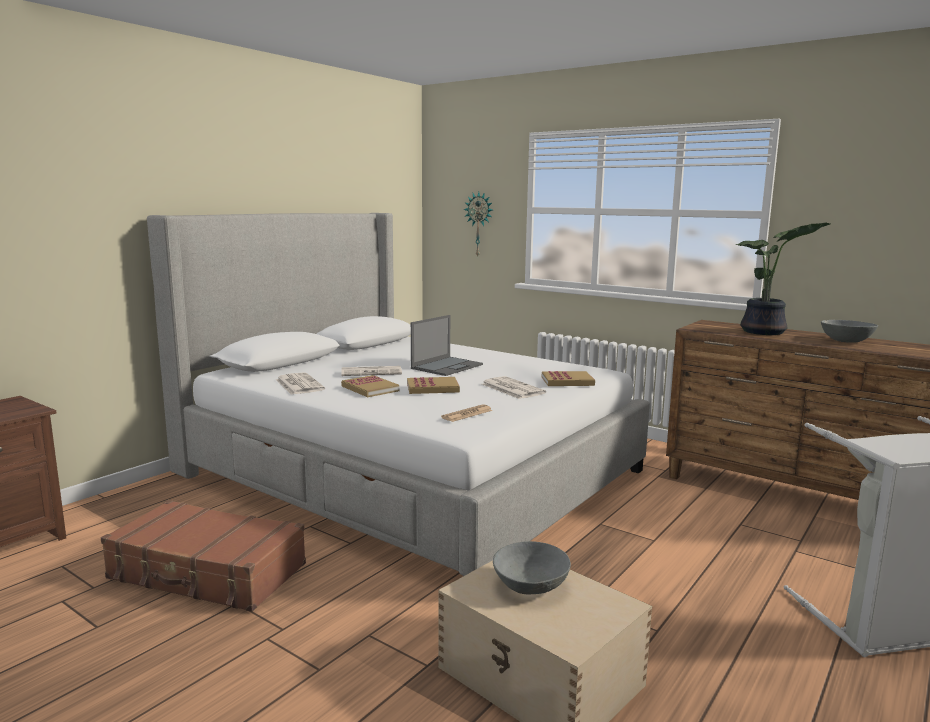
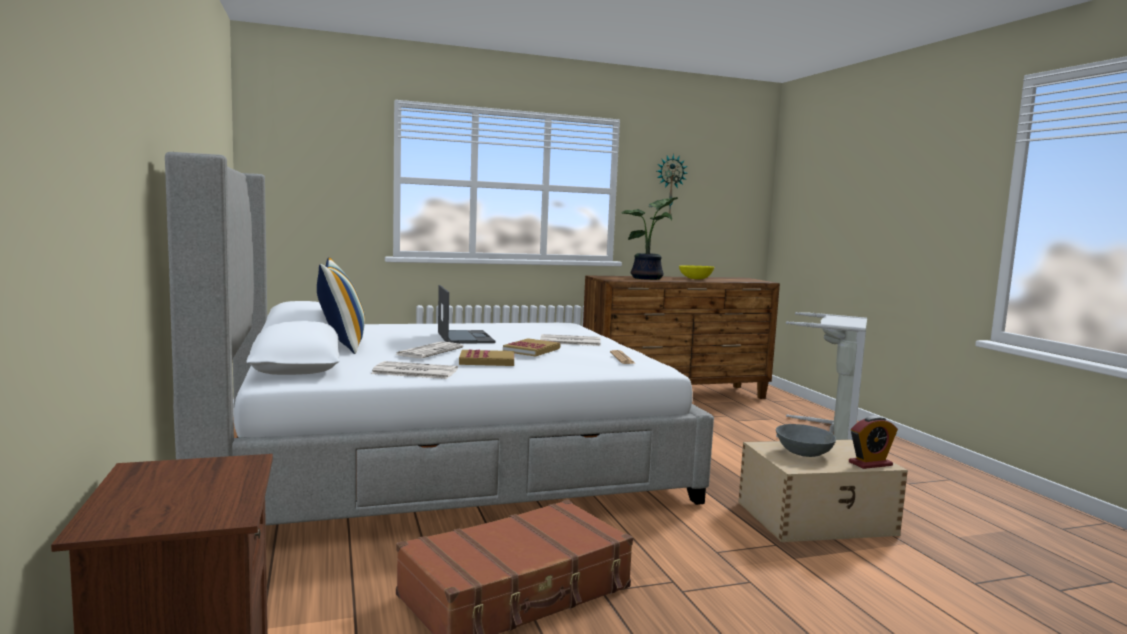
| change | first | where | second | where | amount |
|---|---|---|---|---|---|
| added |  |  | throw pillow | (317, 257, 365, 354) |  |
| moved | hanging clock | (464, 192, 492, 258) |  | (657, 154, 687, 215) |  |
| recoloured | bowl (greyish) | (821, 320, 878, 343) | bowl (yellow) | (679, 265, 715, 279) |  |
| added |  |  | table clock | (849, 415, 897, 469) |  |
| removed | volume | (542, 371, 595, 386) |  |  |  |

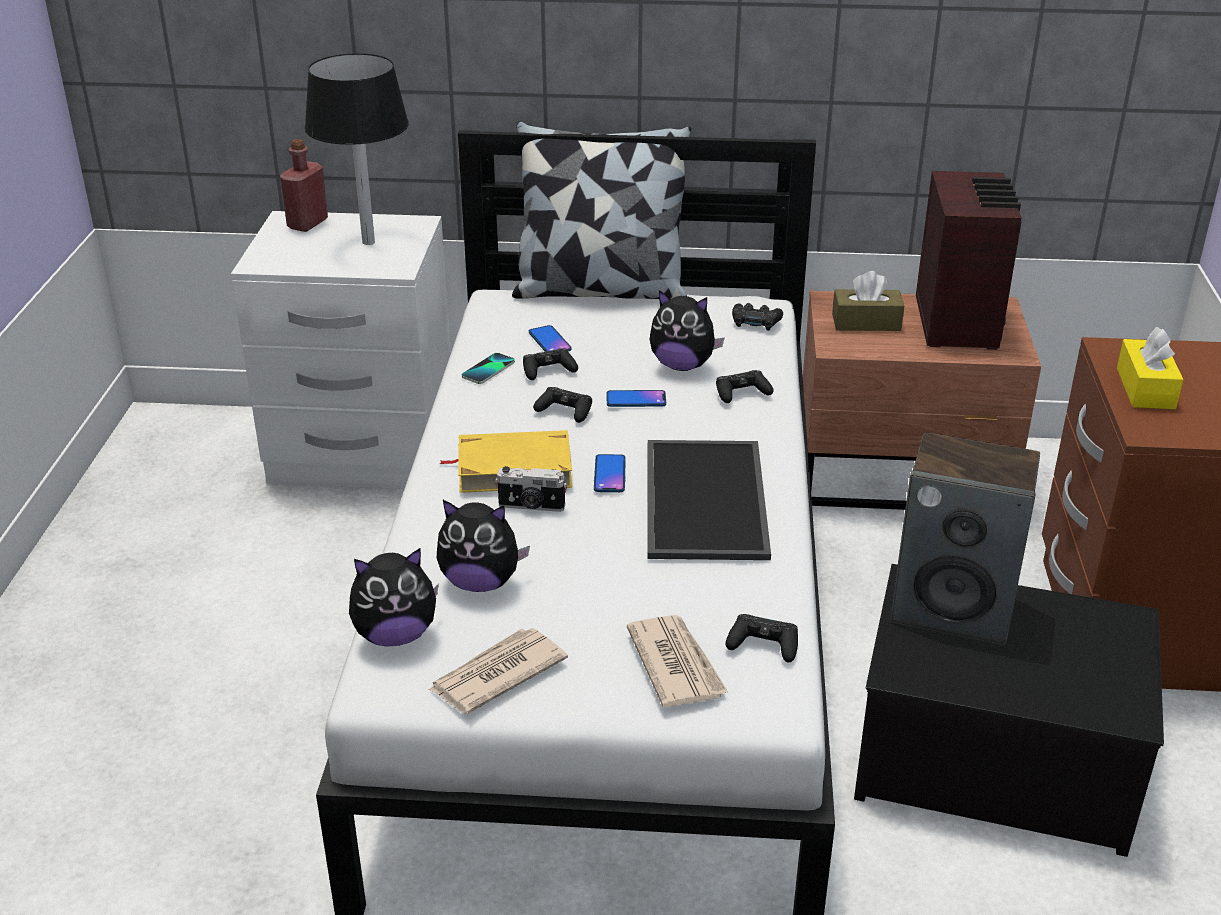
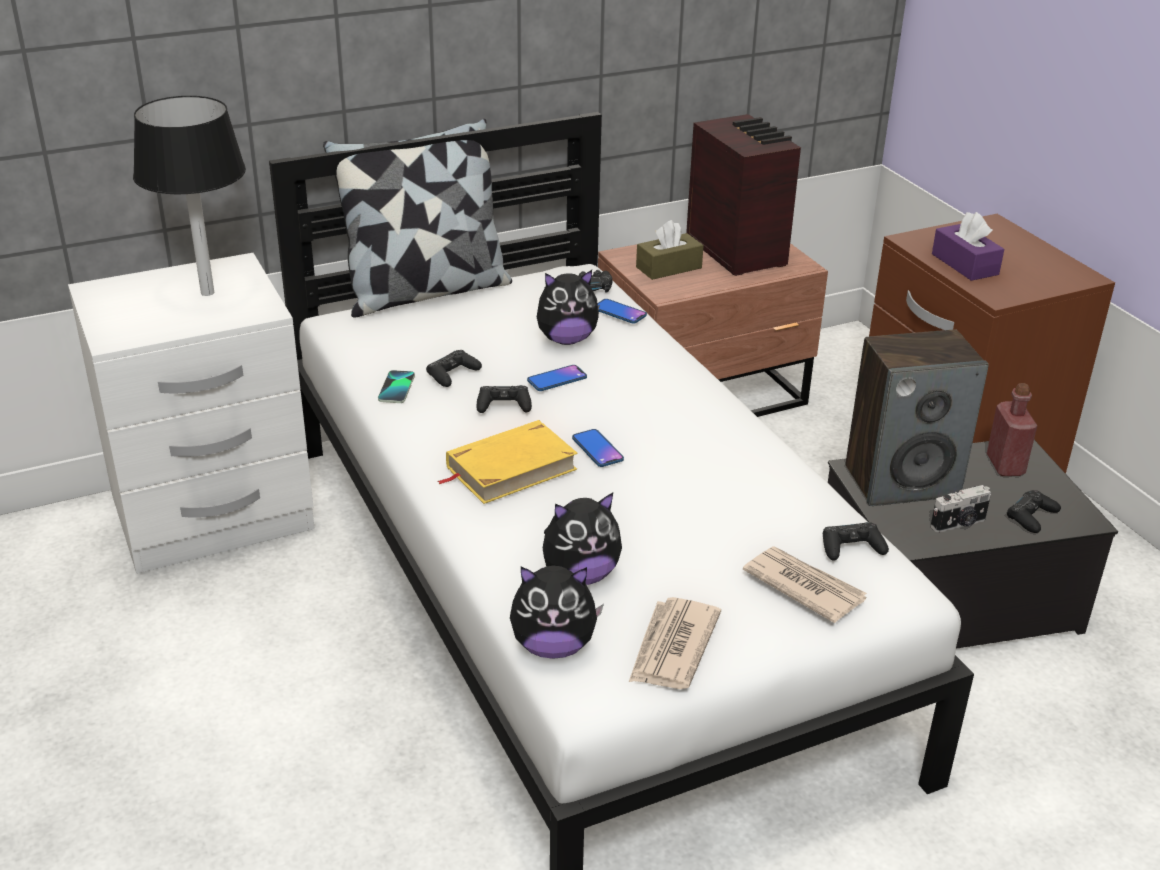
| change | first | where | second | where | amount |
|---|---|---|---|---|---|
| turned | plush toy | (349, 548, 439, 647) |  | (510, 566, 604, 659) | 45 degrees clockwise |
| moved | handset | (529, 325, 572, 352) |  | (598, 299, 647, 324) |  |
| moved | still camera | (495, 466, 567, 512) |  | (930, 485, 991, 533) |  |
| recoloured | tissue box (yellow) | (1117, 327, 1183, 409) | tissue box (purplish) | (932, 212, 1004, 281) |  |
| moved | beverage bottle (reddish) | (280, 139, 328, 232) |  | (987, 383, 1037, 476) |  |
| moved | gamepad (blackish) | (716, 370, 774, 403) |  | (1007, 490, 1061, 533) |  |
| removed | tray | (647, 440, 771, 560) |  |  |  |

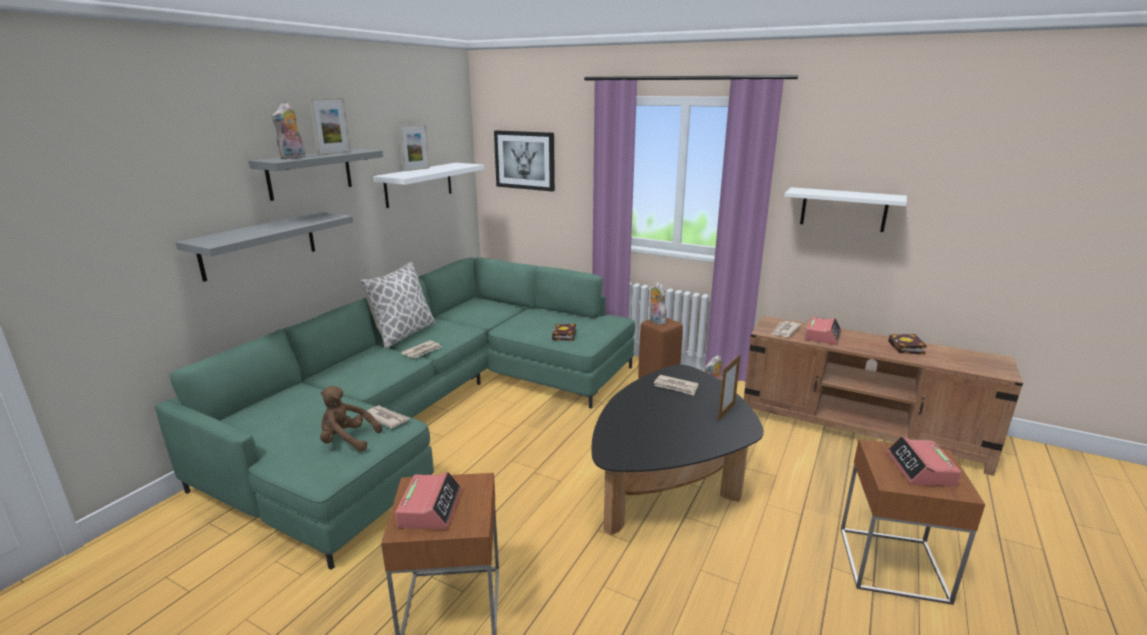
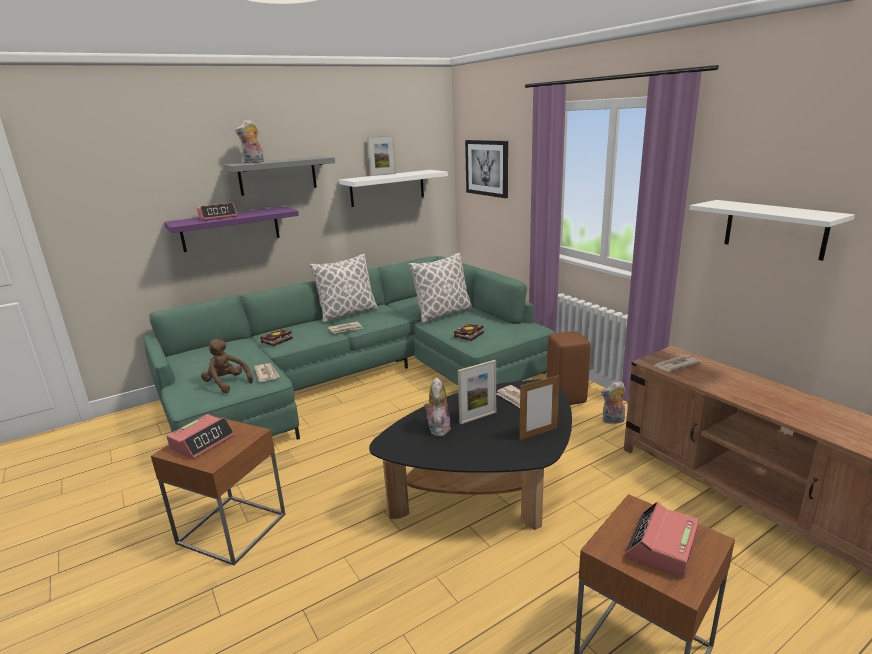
| change | first | where | second | where | amount |
|---|---|---|---|---|---|
| recoloured | shelf (greyish) | (175, 212, 353, 282) | shelf (purplish) | (164, 206, 299, 252) |  |
| moved | table clock | (804, 317, 841, 345) |  | (197, 203, 237, 220) |  |
| moved | volume | (888, 334, 927, 355) |  | (260, 329, 293, 347) |  |
| added |  |  | throw pillow | (408, 253, 473, 324) |  |
| moved | plush toy | (649, 282, 667, 325) |  | (424, 377, 451, 437) |  |
| moved | photo frame | (309, 98, 351, 155) |  | (458, 360, 496, 424) |  |

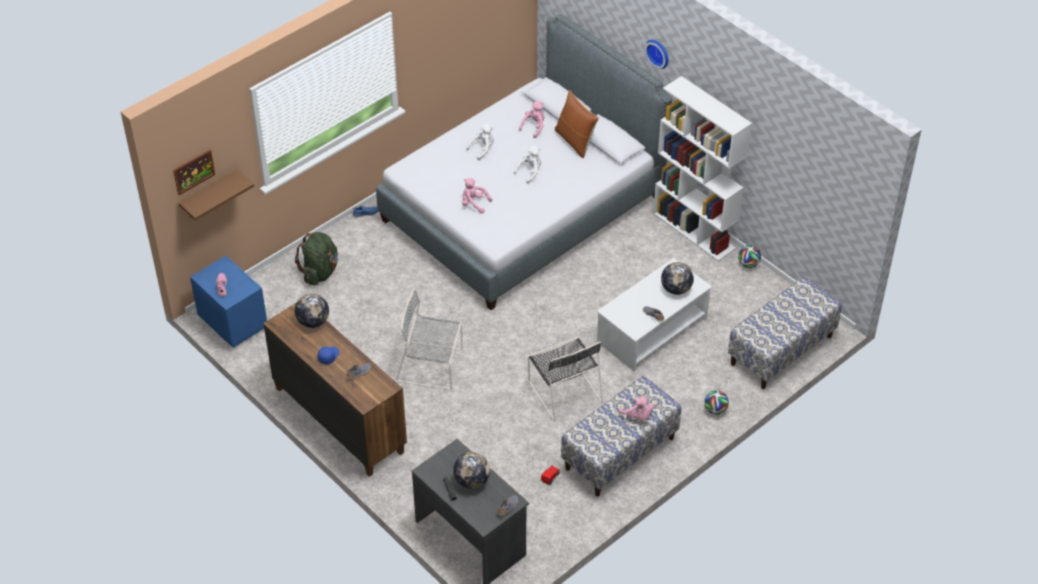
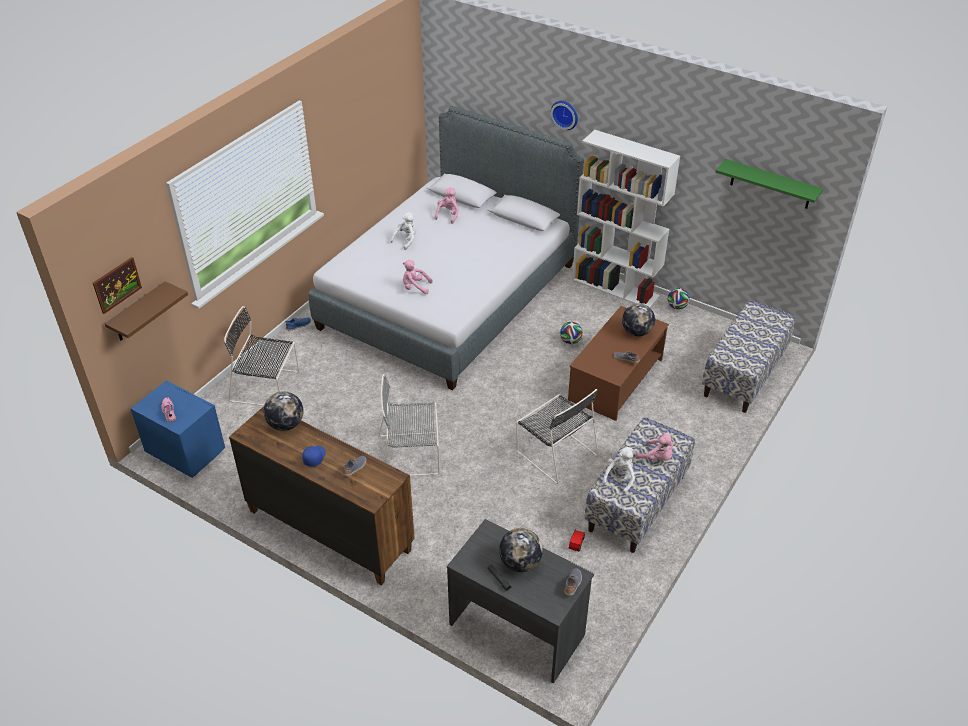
| change | first | where | second | where | amount |
|---|---|---|---|---|---|
| replaced | rucksack (green) | (295, 232, 338, 285) | plain chair (blackish) | (224, 306, 299, 406) |  |
| moved | football ball | (704, 390, 729, 415) |  | (560, 322, 583, 344) |  |
| recoloured | low table (whitish) | (597, 258, 712, 372) | low table (brown-coloured) | (568, 306, 669, 421) |  |
| moved | plush toy (whitish) | (514, 146, 541, 184) |  | (602, 447, 635, 494) |  |
| added |  |  | shelf (green) | (715, 159, 823, 209) |  |
| removed | throw pillow (brown-coloured) | (555, 90, 599, 158) |  |  |  |

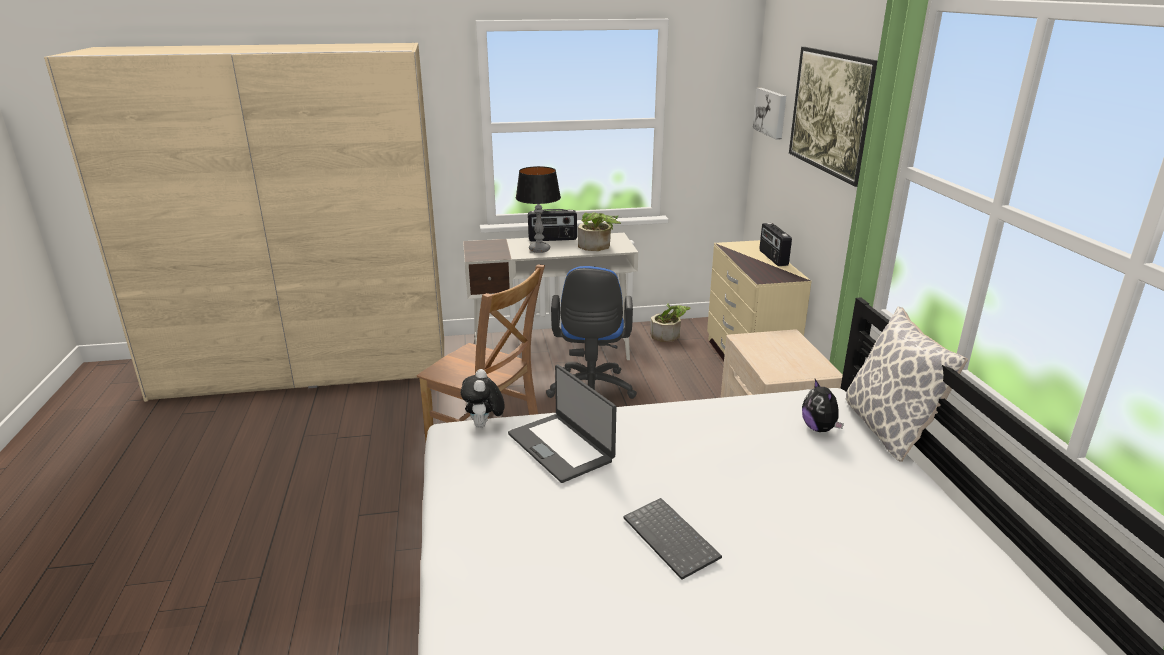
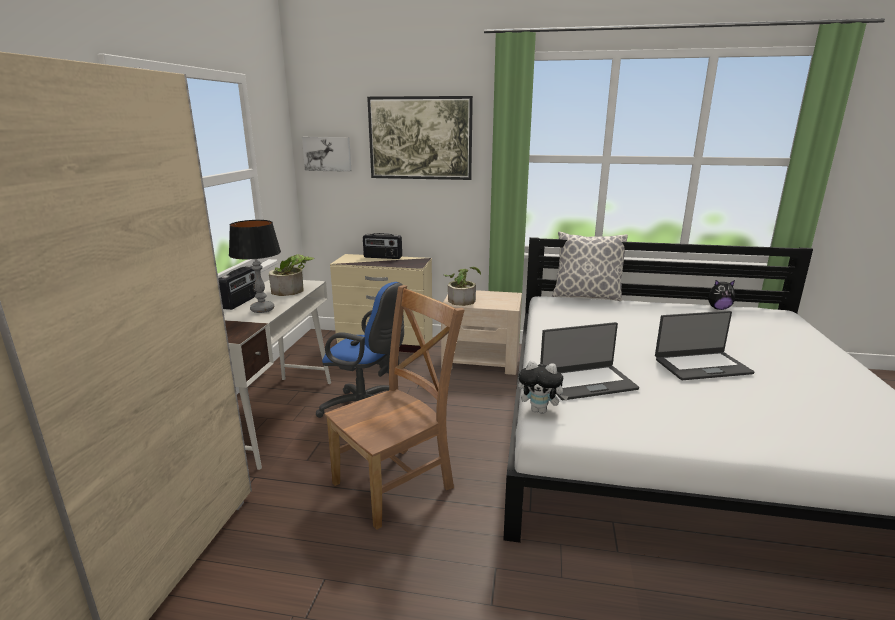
| change | first | where | second | where | amount |
|---|---|---|---|---|---|
| moved | potted plant | (650, 303, 690, 342) |  | (444, 267, 481, 306) |  |
| replaced | PC keyboard | (623, 498, 722, 580) | notebook computer | (655, 311, 754, 380) |  |
| moved | plush toy | (802, 379, 844, 432) |  | (708, 280, 735, 310) |  |

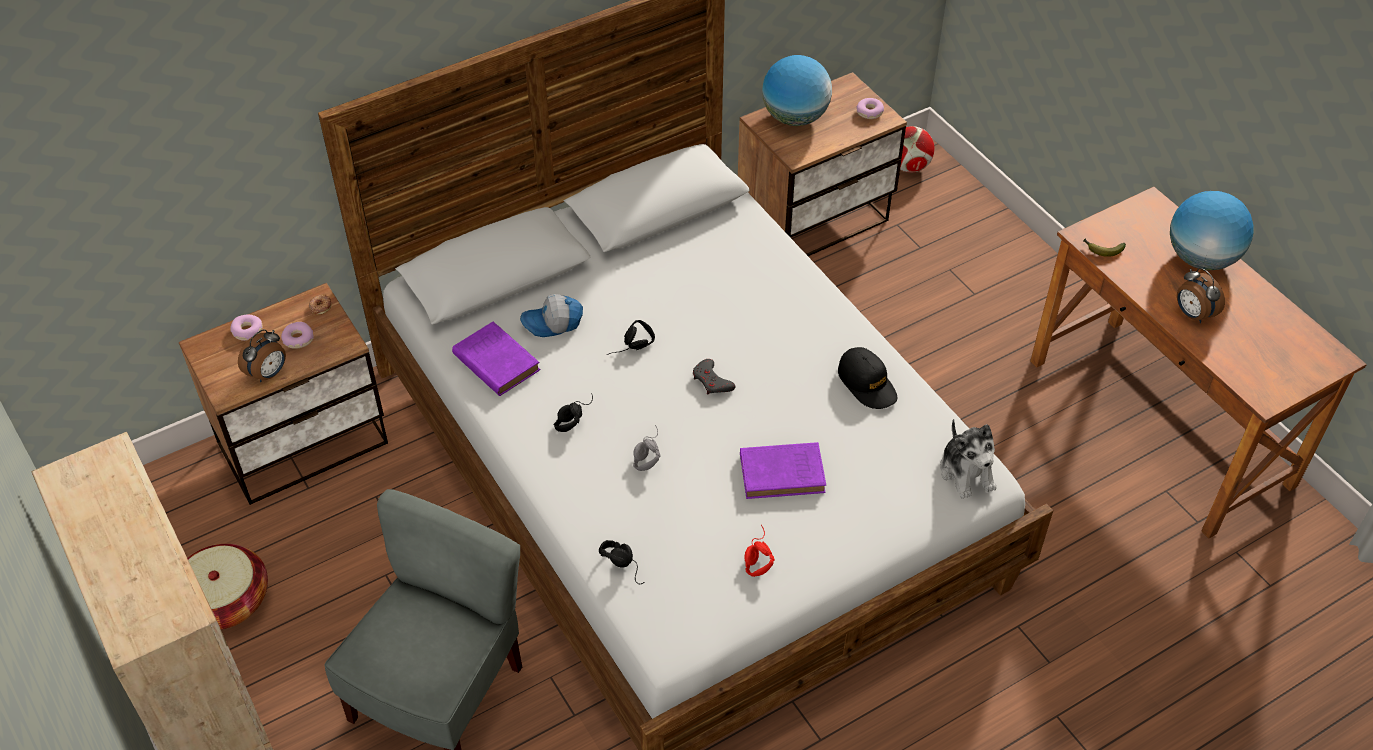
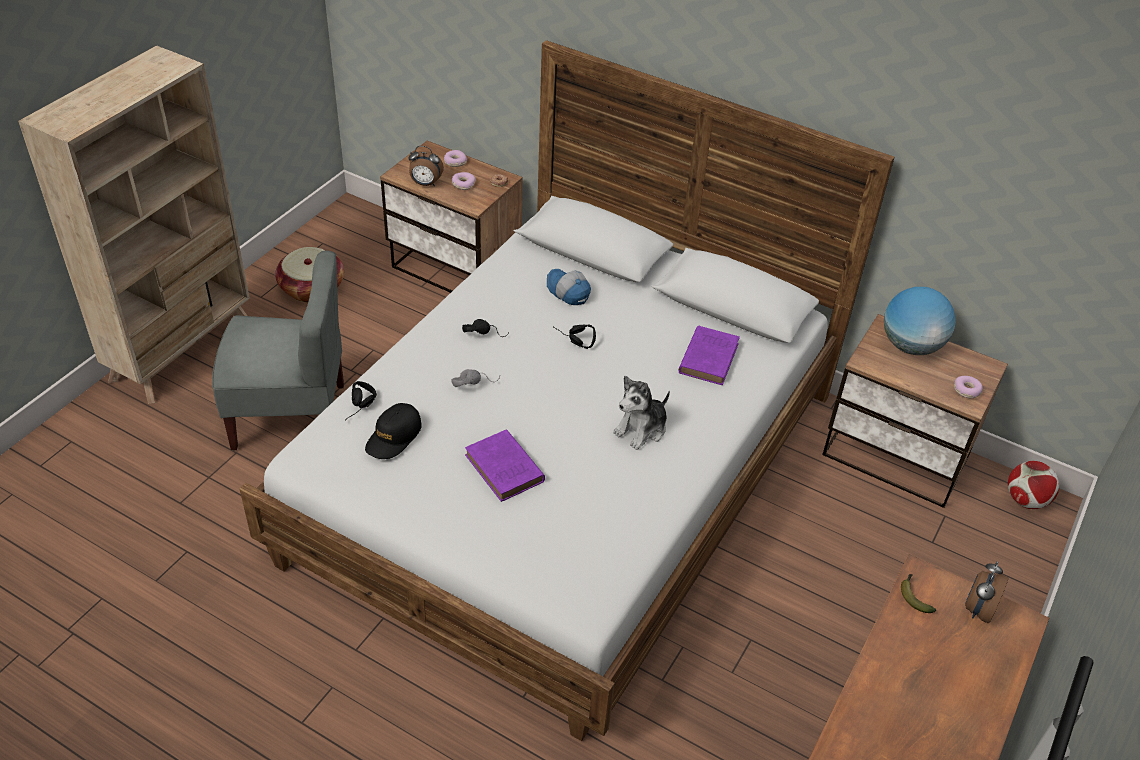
| change | first | where | second | where | amount |
|---|---|---|---|---|---|
| moved | peaked cap (blackish) | (838, 347, 897, 409) |  | (365, 403, 422, 459) |  |
| moved | plush toy | (940, 419, 996, 499) |  | (613, 376, 670, 450) |  |
| moved | volume (purplish) | (452, 322, 540, 396) |  | (678, 326, 740, 385) |  |
| moved | table clock | (1177, 268, 1225, 323) |  | (965, 562, 1008, 623) |  |
| removed | gamepad (greyish) | (693, 359, 735, 394) |  |  |  |
| removed | headphones (reddish) | (744, 525, 775, 577) |  |  |  |
| removed | world globe | (1170, 191, 1253, 271) |  |  |  |

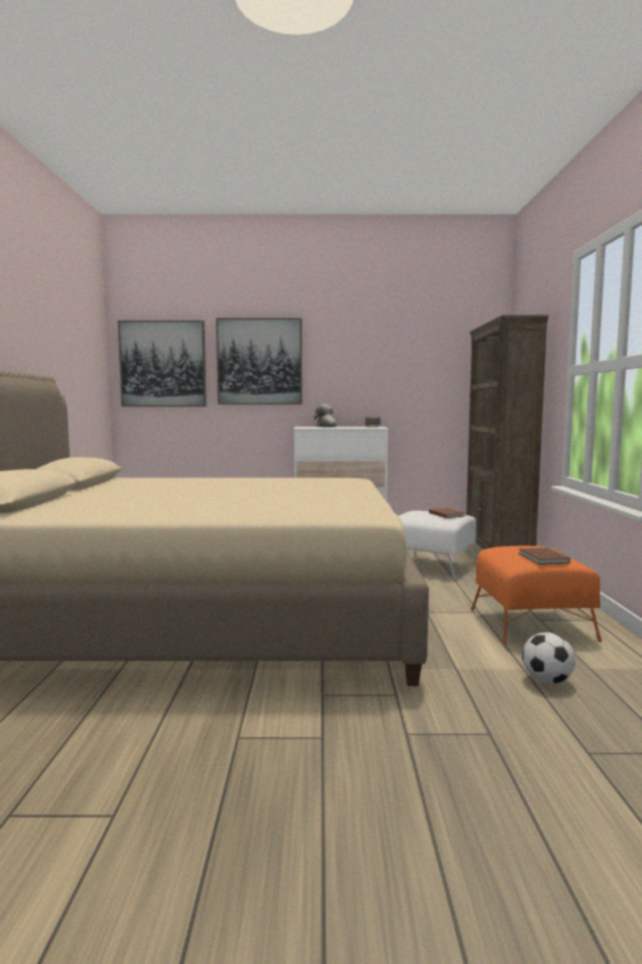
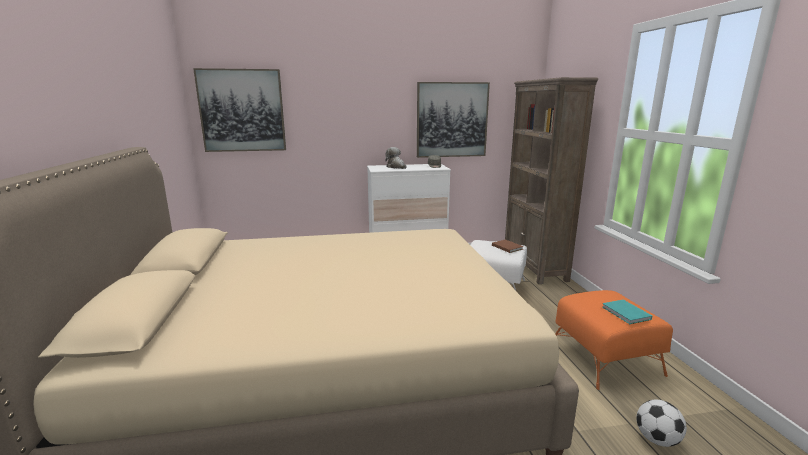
| change | first | where | second | where | amount |
|---|---|---|---|---|---|
| moved | picture | (216, 318, 302, 405) |  | (417, 82, 490, 158) |  |
| recoloured | volume (brown-coloured) | (518, 548, 570, 565) | volume (turquoise-coloured) | (602, 300, 652, 324) |  |

